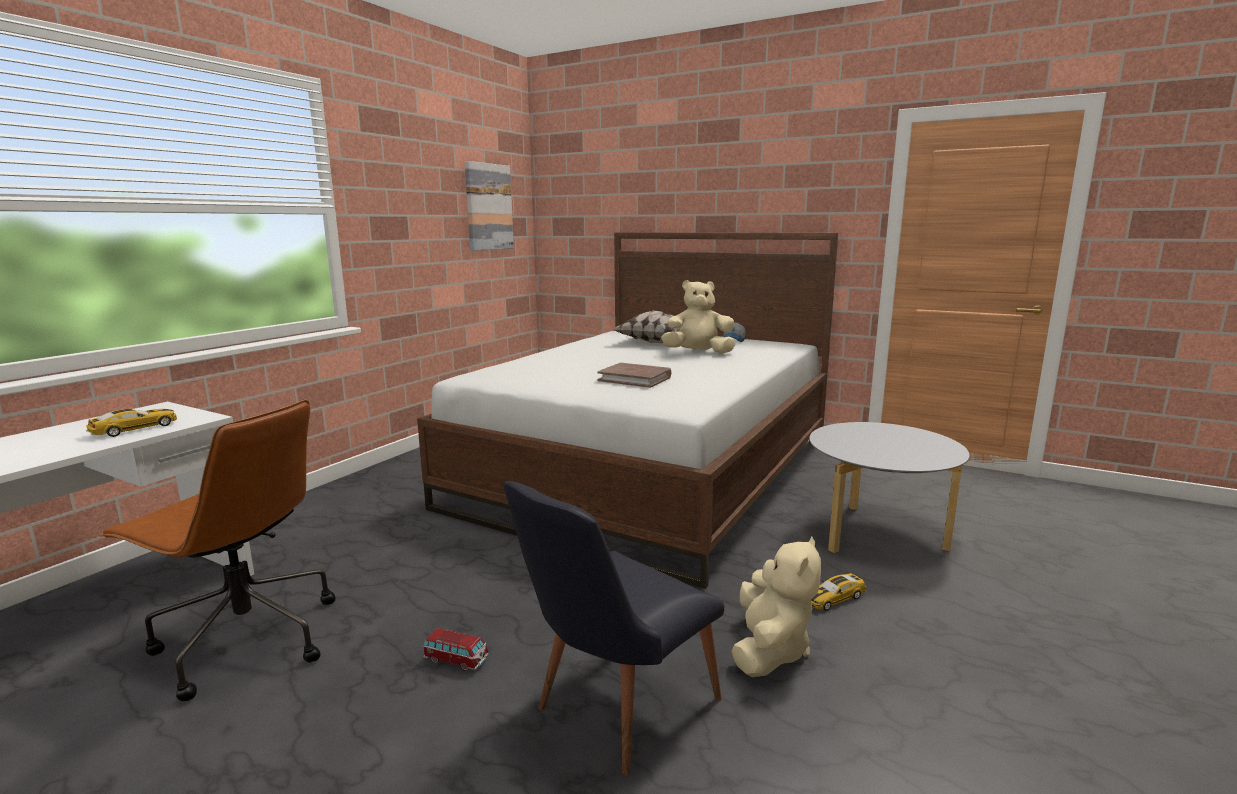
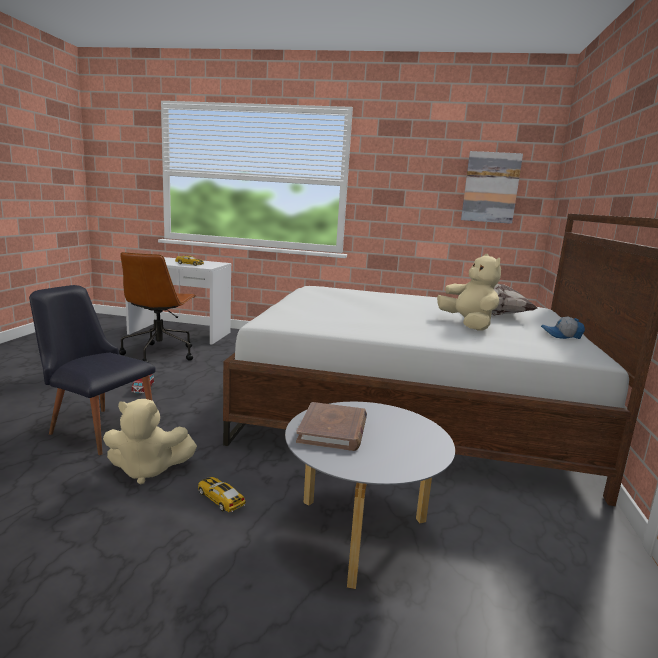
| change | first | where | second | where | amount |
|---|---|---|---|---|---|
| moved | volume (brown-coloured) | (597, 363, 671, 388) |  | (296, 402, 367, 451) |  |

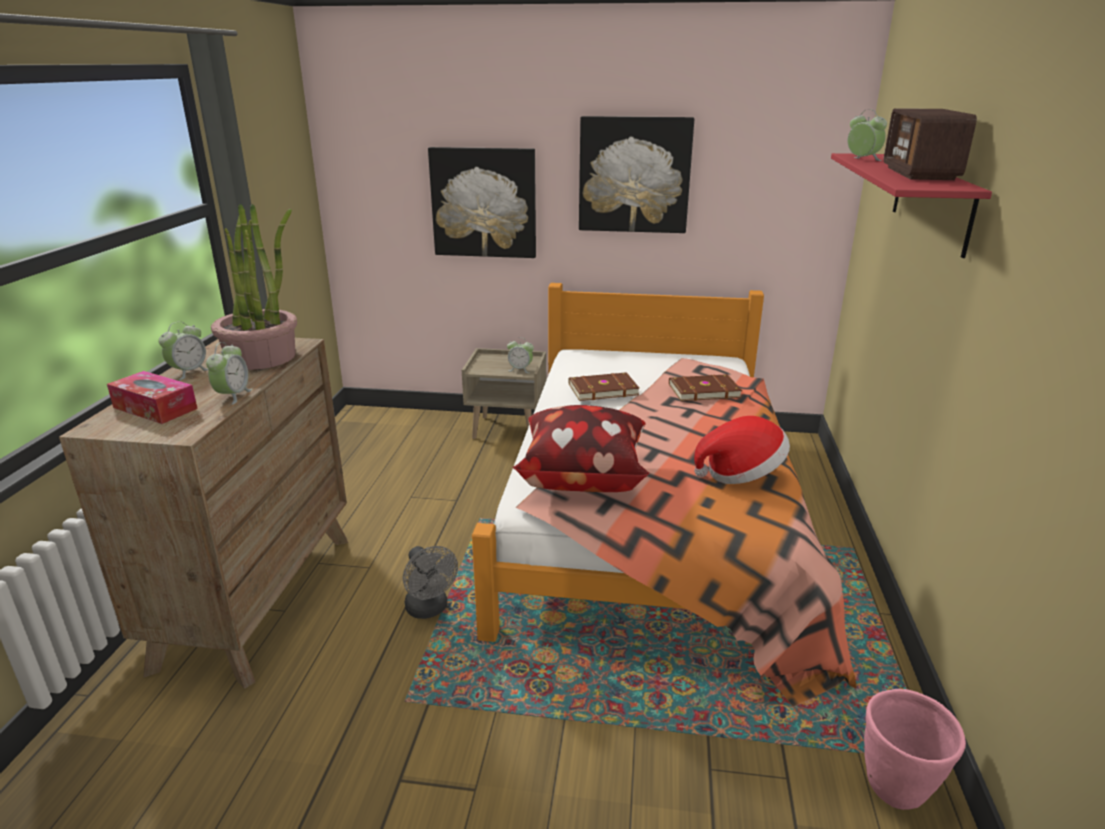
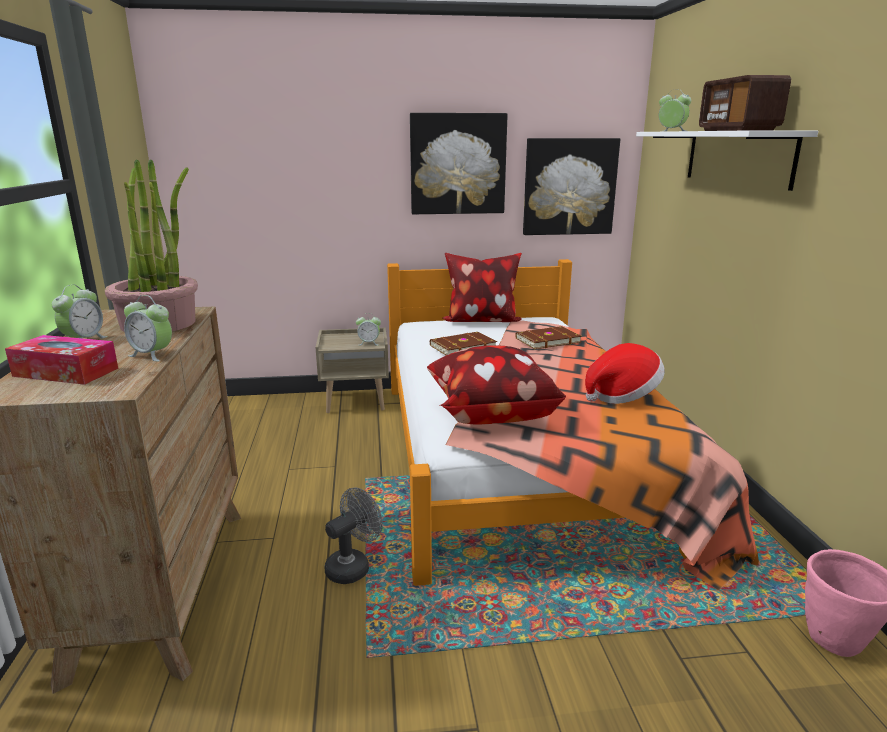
| change | first | where | second | where | amount |
|---|---|---|---|---|---|
| turned | table clock | (206, 342, 253, 405) |  | (124, 295, 172, 362) | 120 degrees clockwise |
| turned | fan (greyish) | (403, 546, 458, 619) |  | (325, 487, 382, 584) | 90 degrees counterclockwise |
| added |  |  | throw pillow | (443, 253, 522, 322) |  |
| moved | picture | (428, 147, 536, 258) |  | (523, 138, 620, 235) |  |
| recoloured | shelf (reddish) | (831, 153, 992, 258) | shelf (whitish) | (636, 130, 818, 191) |  |

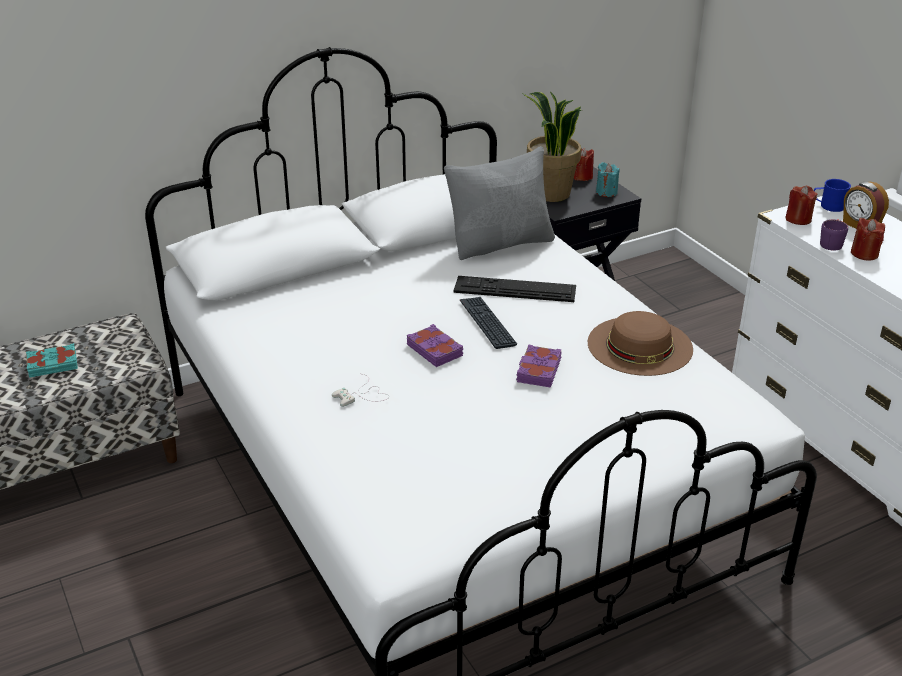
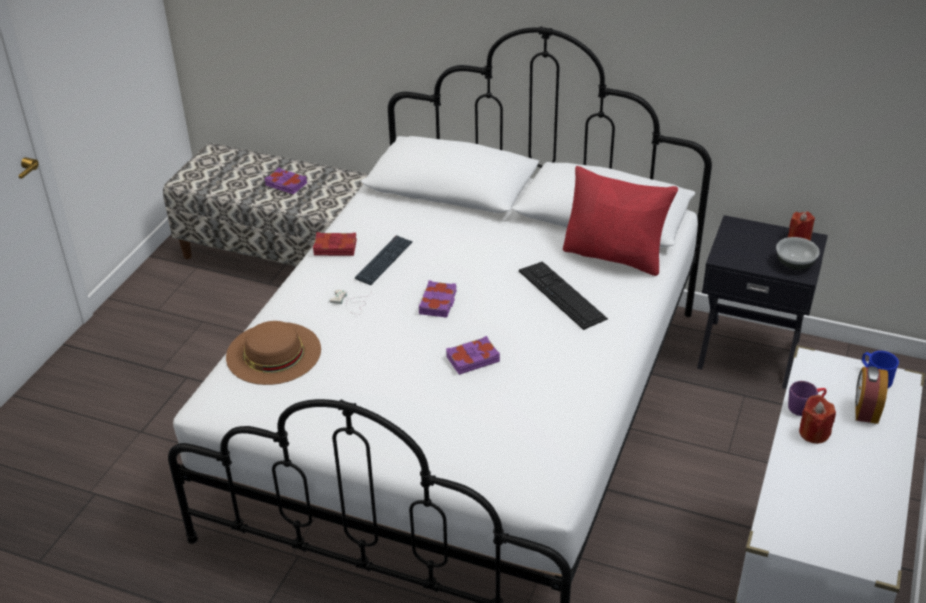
| change | first | where | second | where | amount |
|---|---|---|---|---|---|
| moved | wearable hat (brown-coloured) | (588, 311, 693, 376) |  | (226, 321, 321, 385) |  |
| recoloured | volume (turquoise-coloured) | (26, 343, 78, 378) | volume (purplish) | (264, 167, 307, 194) |  |
| added |  |  | volume (reddish) | (313, 232, 357, 256) |  |
| moved | PC keyboard | (460, 297, 517, 349) |  | (355, 235, 413, 285) |  |
| recoloured | throw pillow (greyish) | (444, 146, 555, 260) | throw pillow (reddish) | (563, 166, 678, 276) |  |
| replaced | wax light (turquoise-coloured) | (596, 162, 620, 197) | bowl | (776, 237, 820, 270) |  |
| removed | potted plant | (522, 91, 582, 202) |  |  |  |
| removed | wax light (reddish) | (785, 186, 817, 225) |  |  |  |

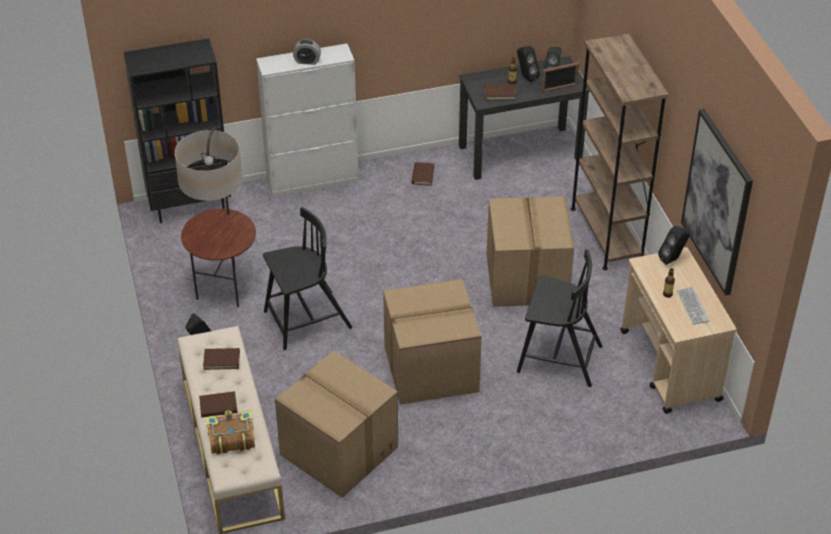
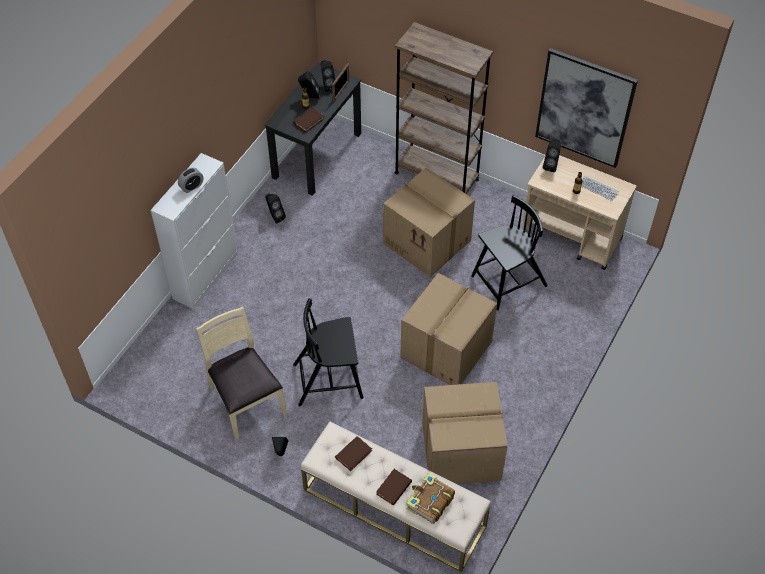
| change | first | where | second | where | amount |
|---|---|---|---|---|---|
| replaced | floor lamp | (175, 126, 256, 307) | plain chair (beige-coloured) | (196, 306, 287, 440) |  |
| replaced | volume (brown-coloured) | (411, 162, 434, 186) | loudspeaker (blackish) | (265, 194, 286, 224) |  |
| turned | plain chair (blackish) | (263, 207, 352, 350) |  | (293, 298, 363, 406) | 120 degrees counterclockwise |
| removed | bookcase (blackish) | (124, 38, 231, 223) |  |  |  |

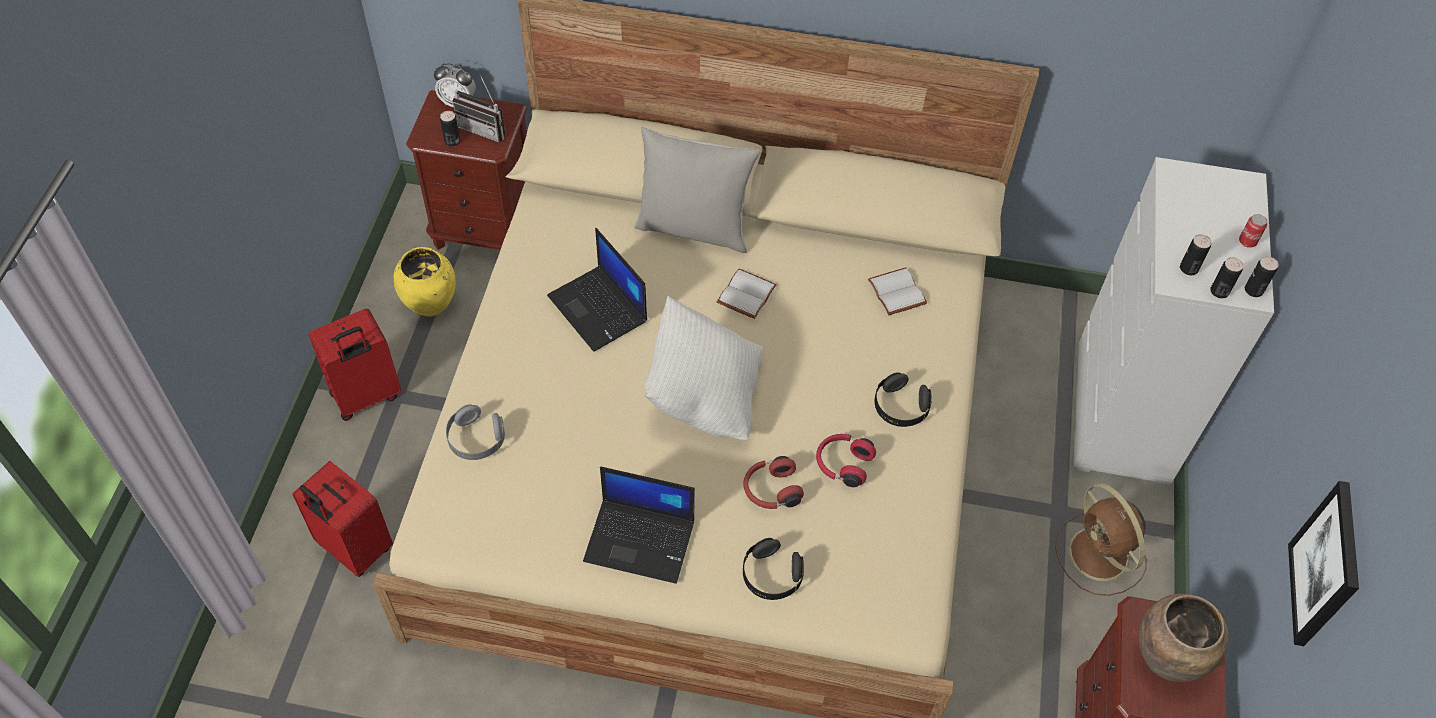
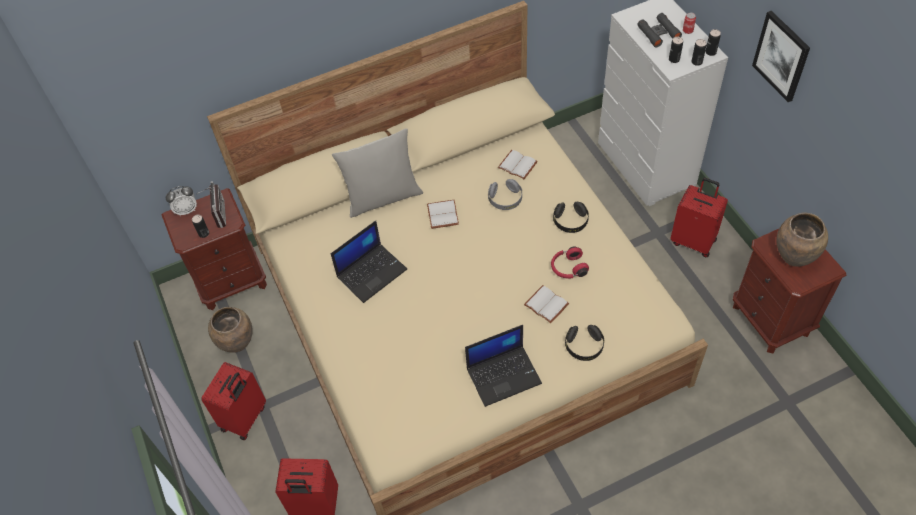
| change | first | where | second | where | amount |
|---|---|---|---|---|---|
| turned | radio set | (453, 74, 505, 142) |  | (197, 181, 226, 228) | 90 degrees counterclockwise |
| recoloured | vase (yellow) | (394, 247, 456, 316) | vase (brown-coloured) | (208, 307, 253, 353) |  |
| turned | notebook computer | (547, 228, 647, 352) |  | (331, 220, 407, 303) | 60 degrees counterclockwise |
| moved | headphones (greyish) | (446, 404, 505, 460) |  | (488, 179, 522, 210) |  |
| replaced | headphones (reddish) | (743, 456, 804, 509) | volume (whitish) | (524, 285, 569, 323) |  |
| added |  |  | pair of binoculars (blackish) | (637, 13, 682, 47) |  |
| replaced | fan (brown-coloured) | (1055, 484, 1147, 596) | suitcase (reddish) | (670, 178, 728, 257) |  |
| moved | picture | (1288, 481, 1359, 646) |  | (752, 11, 810, 102) |  |
| removed | throw pillow (whitish) | (645, 296, 764, 440) |  |  |  |

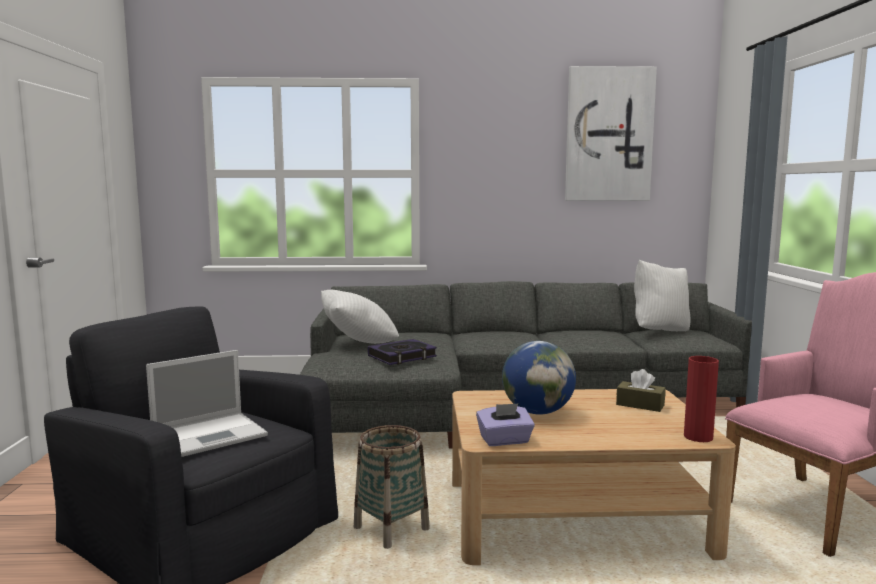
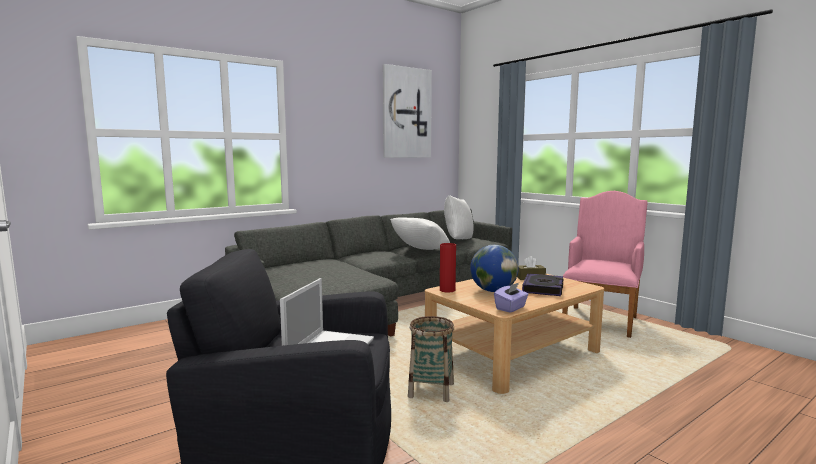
| change | first | where | second | where | amount |
|---|---|---|---|---|---|
| moved | throw pillow (whitish) | (321, 290, 399, 344) |  | (390, 217, 450, 250) |  |
| moved | vase (reddish) | (684, 356, 719, 442) |  | (440, 243, 456, 292) |  |
| moved | volume | (368, 339, 437, 365) |  | (522, 273, 563, 296) |  |

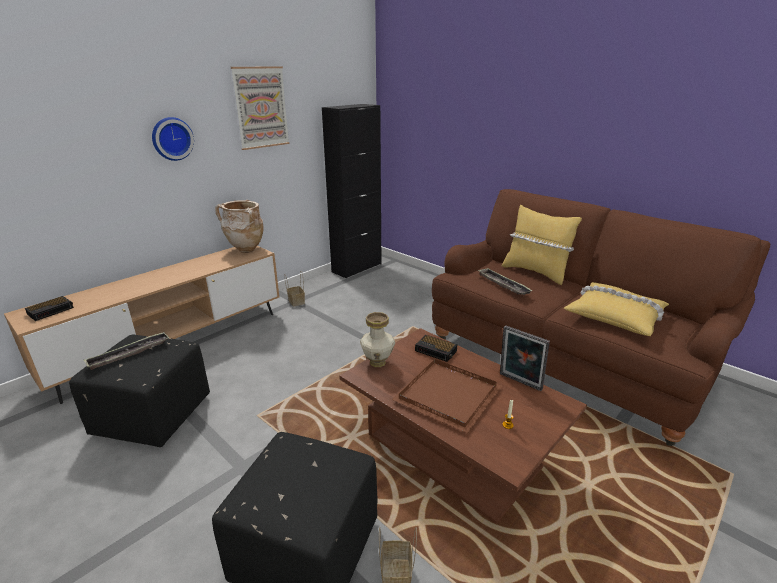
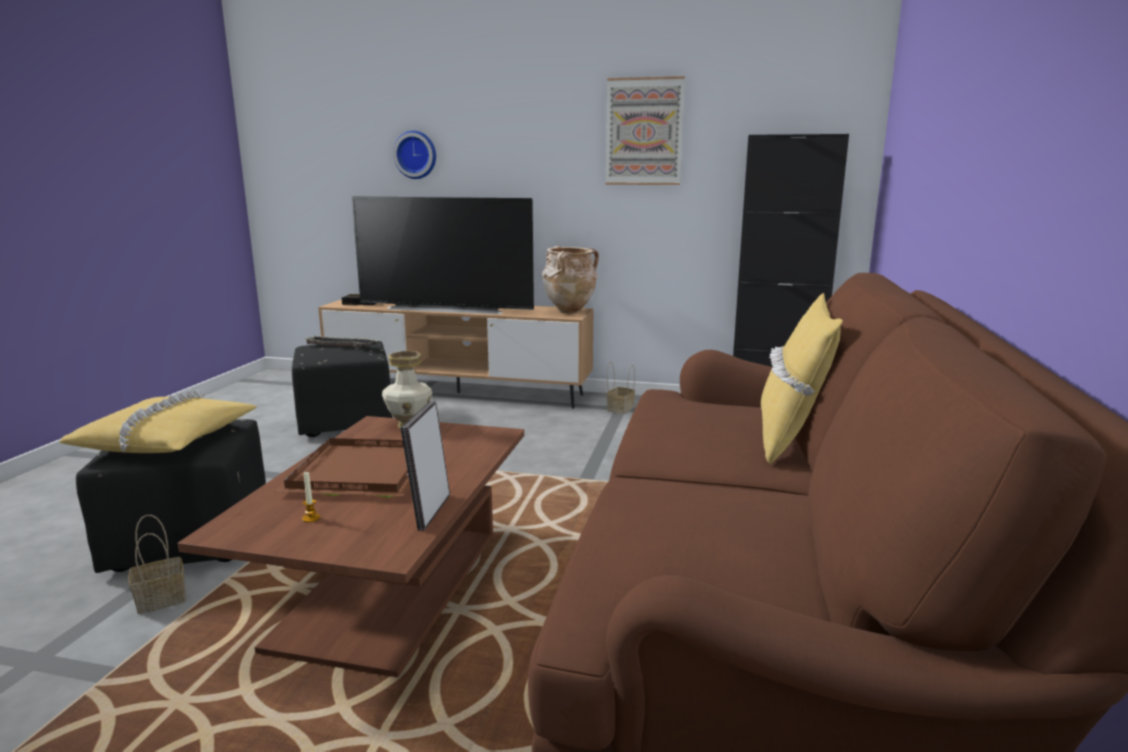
| change | first | where | second | where | amount |
|---|---|---|---|---|---|
| moved | throw pillow (yellow) | (564, 282, 669, 336) |  | (59, 389, 257, 453) |  |
| added |  |  | television | (352, 196, 534, 314) |  |
| moved | hanging clock | (152, 117, 194, 161) |  | (393, 131, 436, 179) |  |
| removed | table clock | (415, 335, 457, 362) |  |  |  |
| removed | tray | (477, 268, 533, 295) |  |  |  |

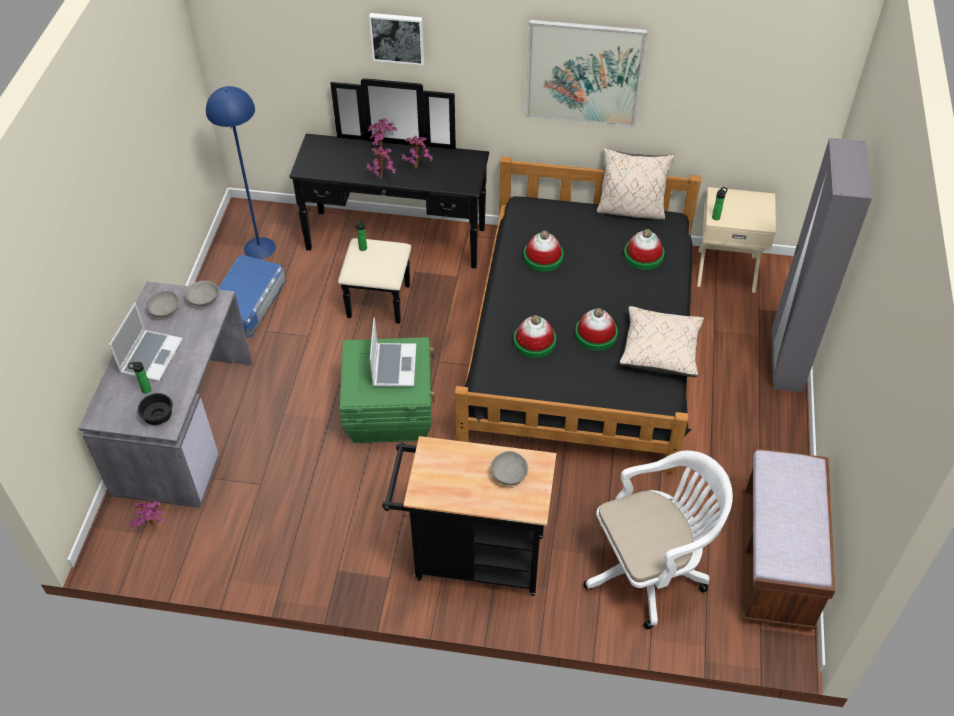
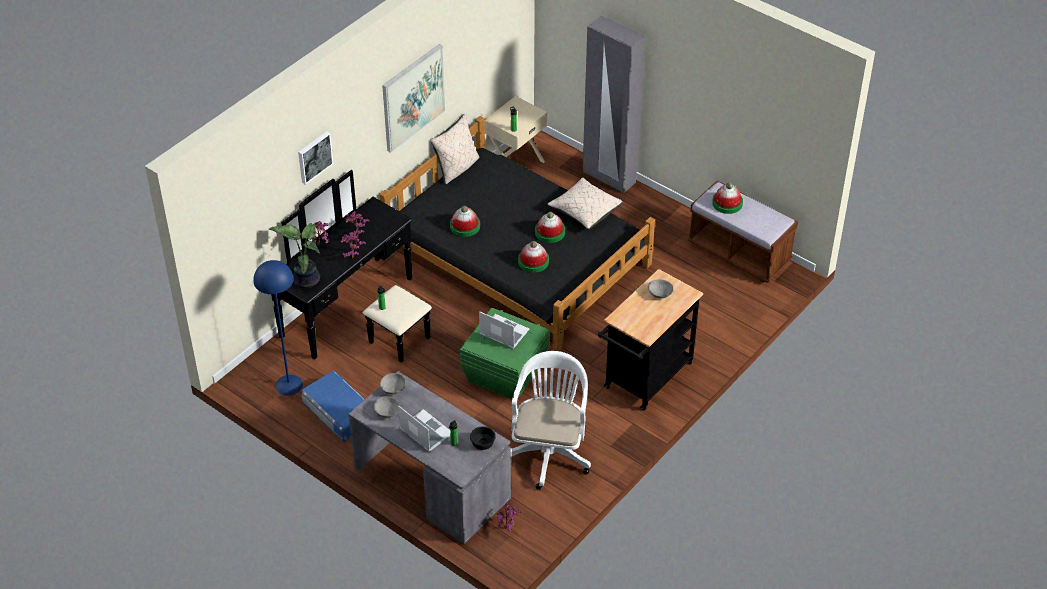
| change | first | where | second | where | amount |
|---|---|---|---|---|---|
| added |  |  | potted plant | (269, 223, 320, 288) |  |
| moved | desk chair (whitish) | (583, 451, 733, 629) |  | (511, 351, 591, 490) |  |
| moved | wearable hat | (624, 229, 664, 270) |  | (712, 182, 743, 214) |  |

